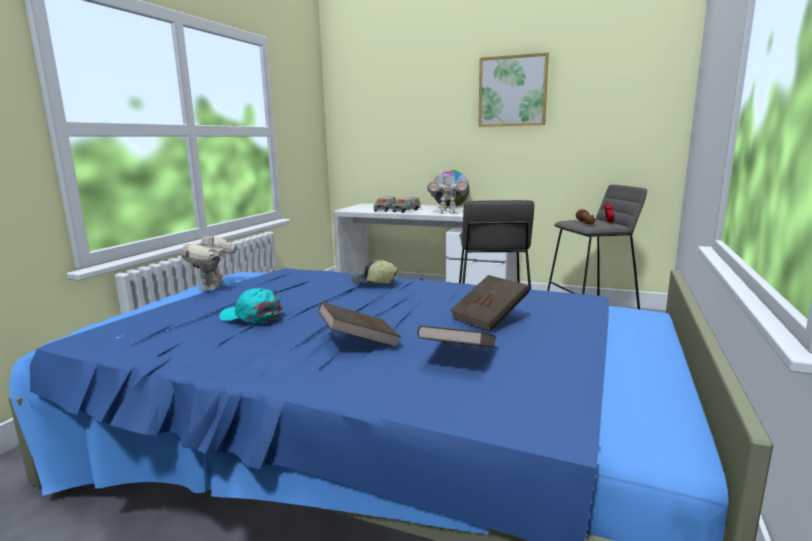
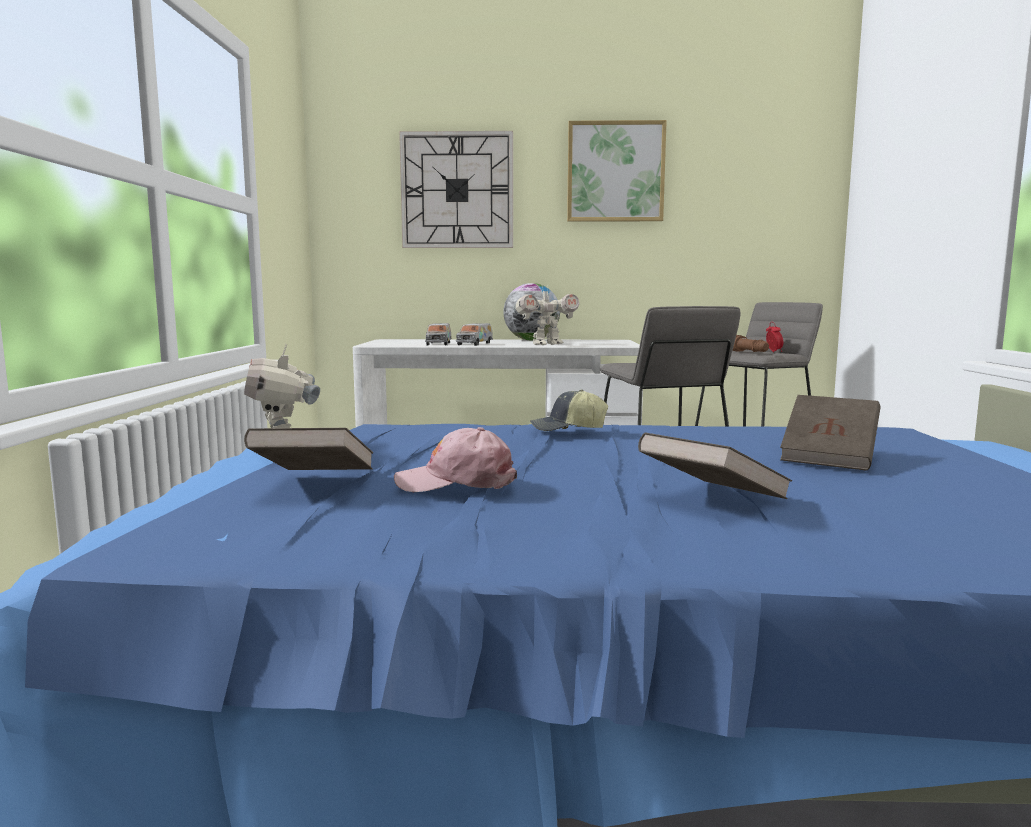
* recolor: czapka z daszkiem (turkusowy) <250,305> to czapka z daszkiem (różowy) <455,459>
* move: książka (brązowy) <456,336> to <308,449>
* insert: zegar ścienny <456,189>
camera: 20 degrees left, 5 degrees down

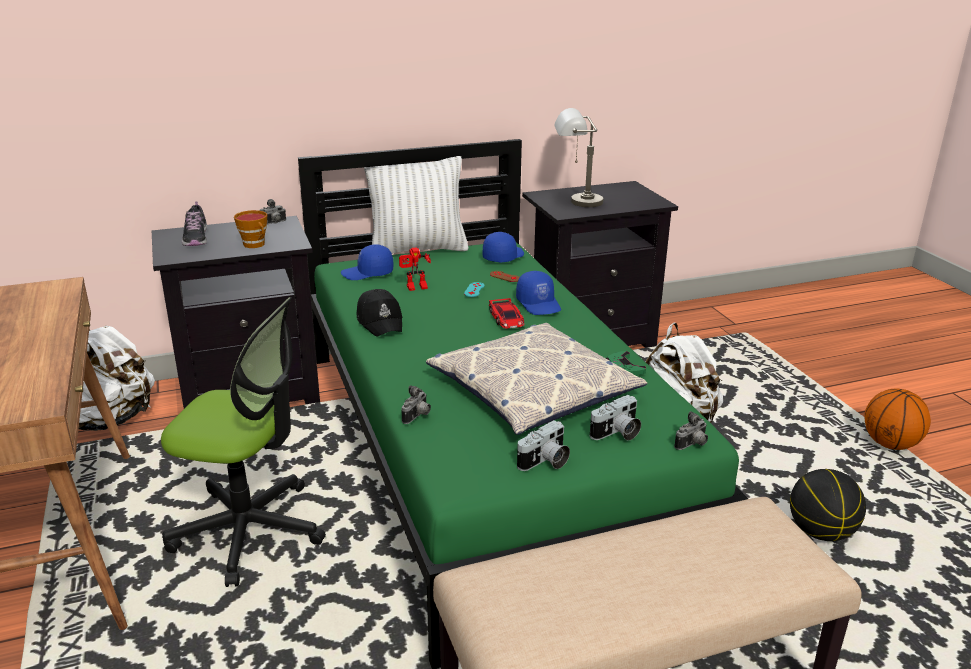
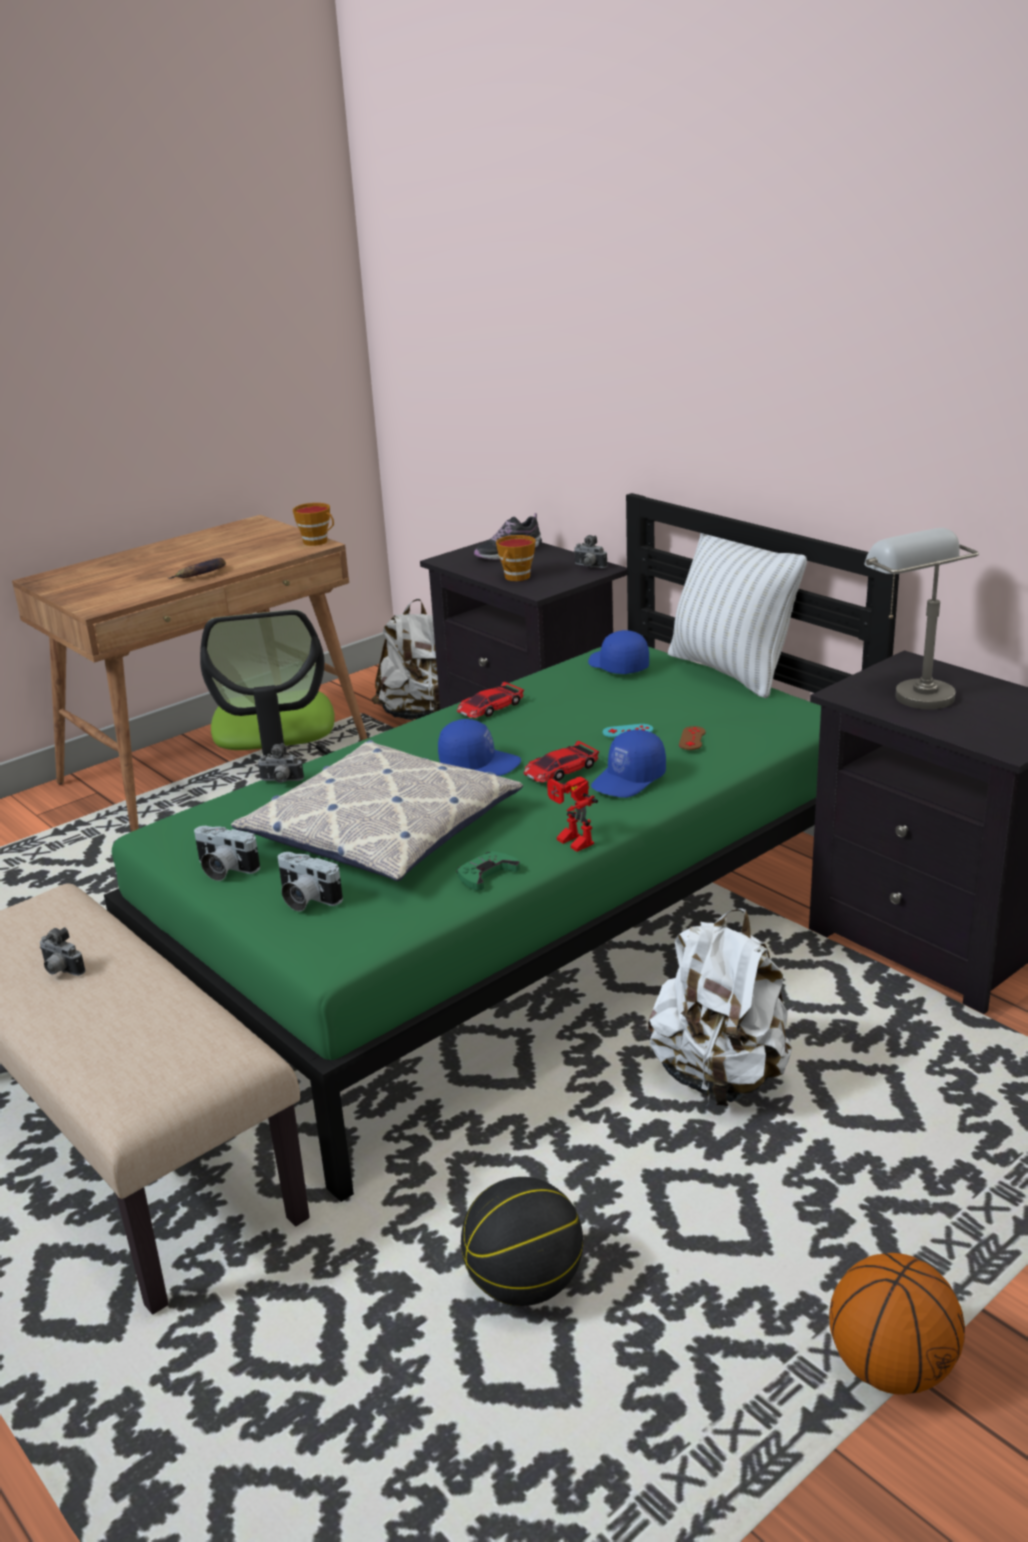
* replace: czapka z daszkiem (czarny) <379,313> to samochodzik <490,700>
* move: robot zabawkowy <415,269> to <572,814>
* move: czapka z daszkiem (niebieski) <503,247> to <479,747>
* move: aparat fotograficzny <691,430> to <63,951>
* insert: banan <196,568>
* insert: filiżanka <313,524>
camera: 70 degrees right, 0 degrees up

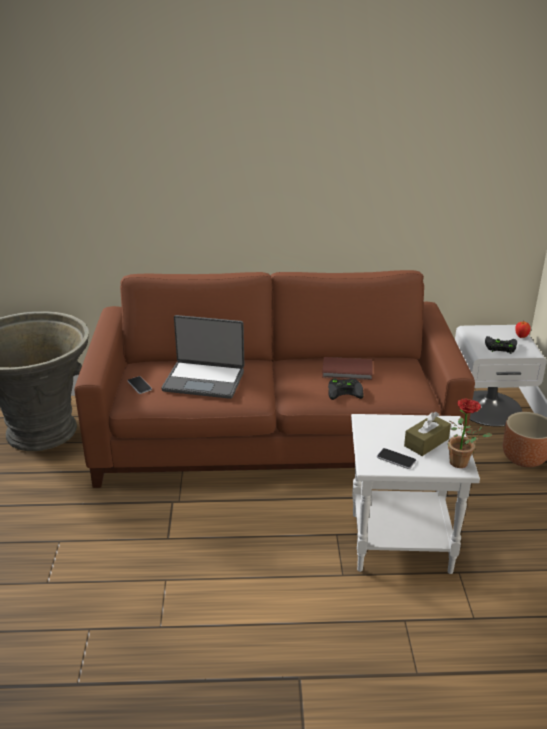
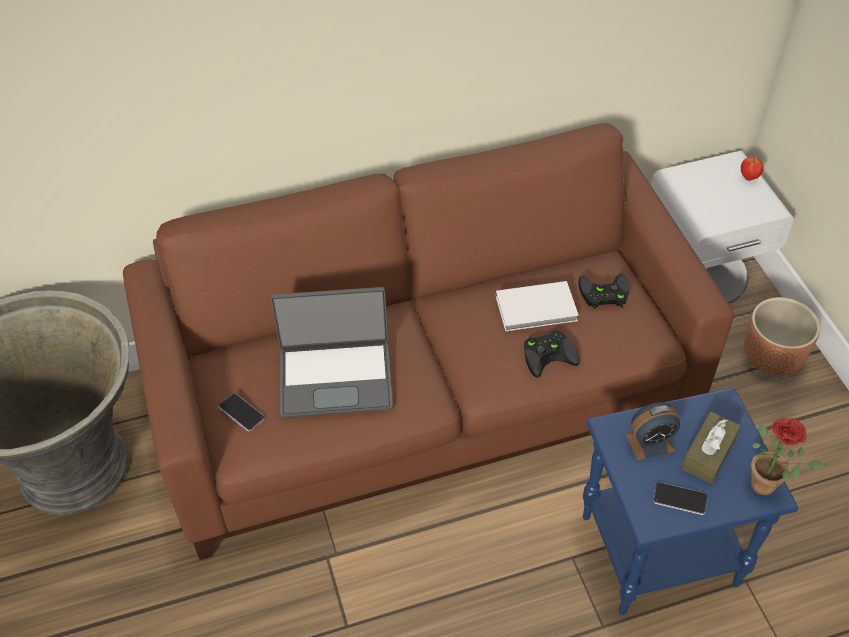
* recolor: książka (brązowy) <347,368> to książka (biały) <537,306>
* recolor: stolik (biały) <415,494> to stolik (niebieski) <690,501>
* move: pad do gier (czarny) <501,345> to <603,291>
* insert: budzik <652,431>
camera: 15 degrees left, 20 degrees up

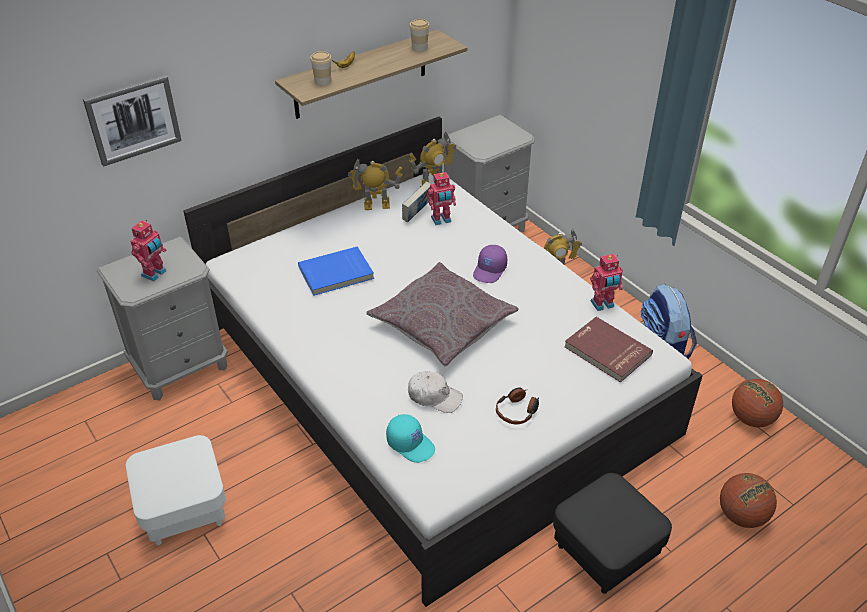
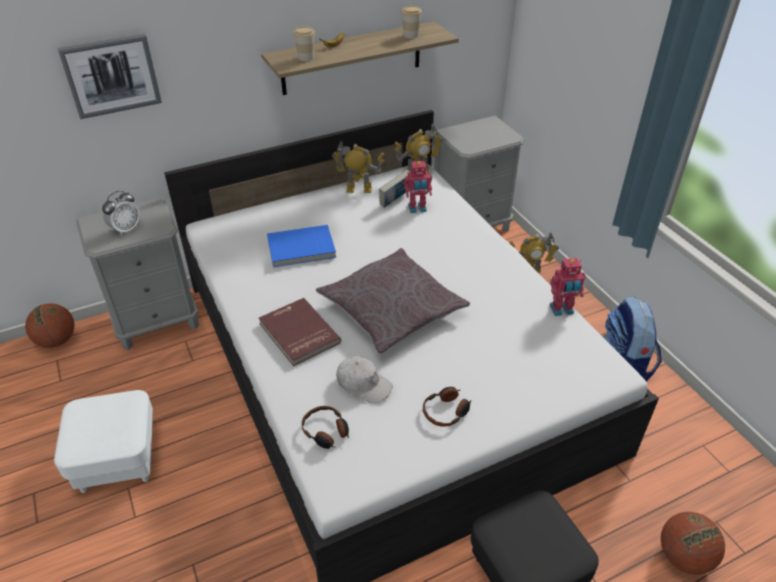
* replace: robot zabawkowy <149,250> to budzik <121,213>
* replace: czapka z daszkiem (turkusowy) <410,438> to słuchawki <325,427>
* delete: czapka z daszkiem (fioletowy) <490,264>
* move: książka (czerwony) <608,349> to <300,332>
* move: piłka do koszykówki <757,403> to <49,326>
camera: 10 degrees right, 0 degrees up

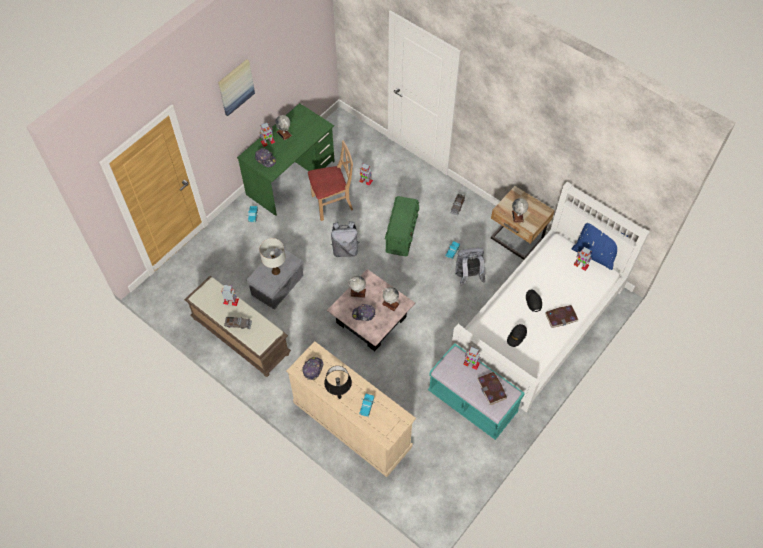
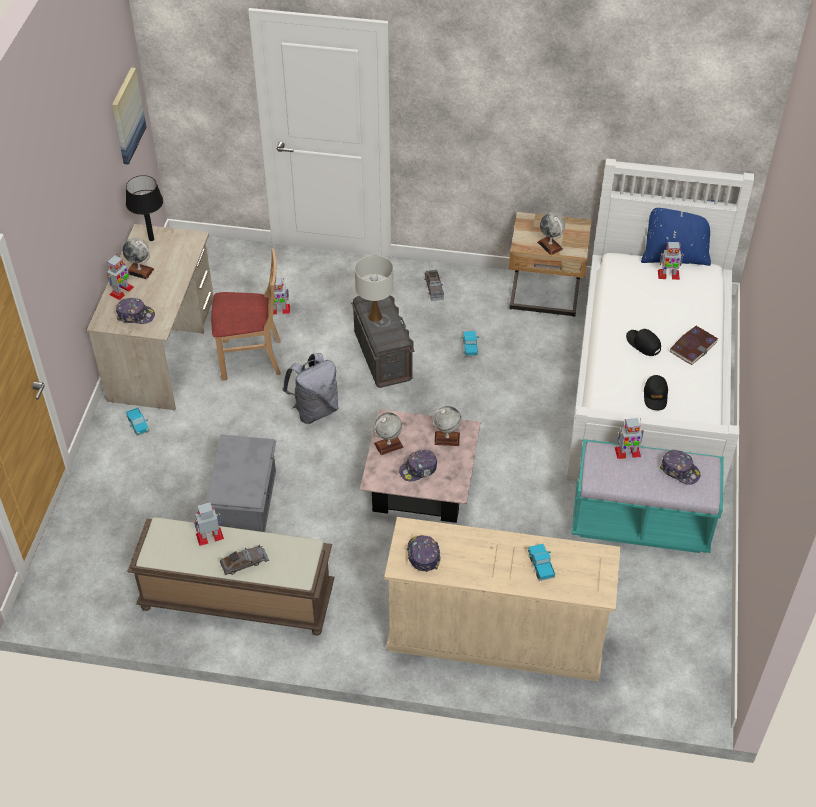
* move: obraz <236,87> to <129,116>
* recolor: biurko (zielony) <286,159> to biurko (beżowy) <150,317>
* move: lampa stołowa (biały) <272,256> to <374,288>
* rotate: krzesło (beżowy) <330,180> = <245,314> 45 degrees clockwise
* move: lampa stołowa (czarny) <338,382> to <144,208>
* recolor: pojemnik do przechowywania (zielony) <402,226> to pojemnik do przechowywania (szary) <382,342>
* delete: plecak (szary) <470,267>
* replace: książka <492,388> to czapka z daszkiem <680,467>
camera: 30 degrees left, 10 degrees down

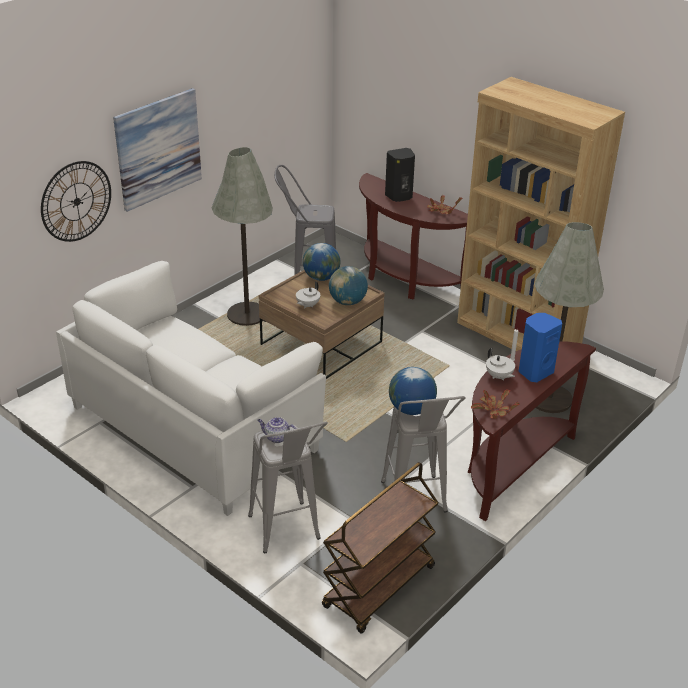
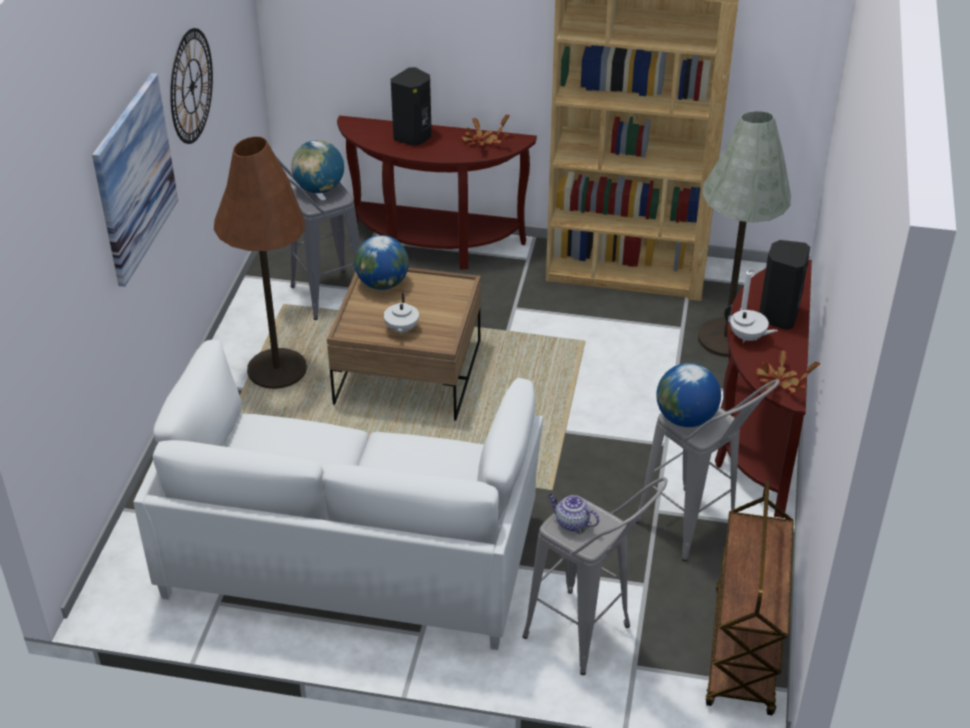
* move: zegar ścienny <76,201> to <191,86>
* recolor: lampa stojąca (szary) <242,236> to lampa stojąca (brązowy) <260,262>
* rotate: imbryk <276,430> = <573,512> 45 degrees clockwise
* move: globus <348,285> to <317,166>
* recolor: głośnik (niebieski) <540,347> to głośnik (czarny) <784,285>
camera: 30 degrees left, 5 degrees up

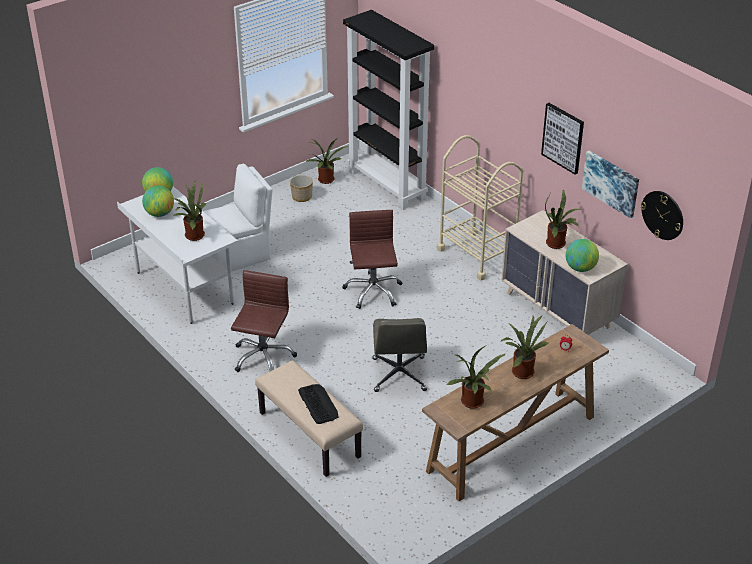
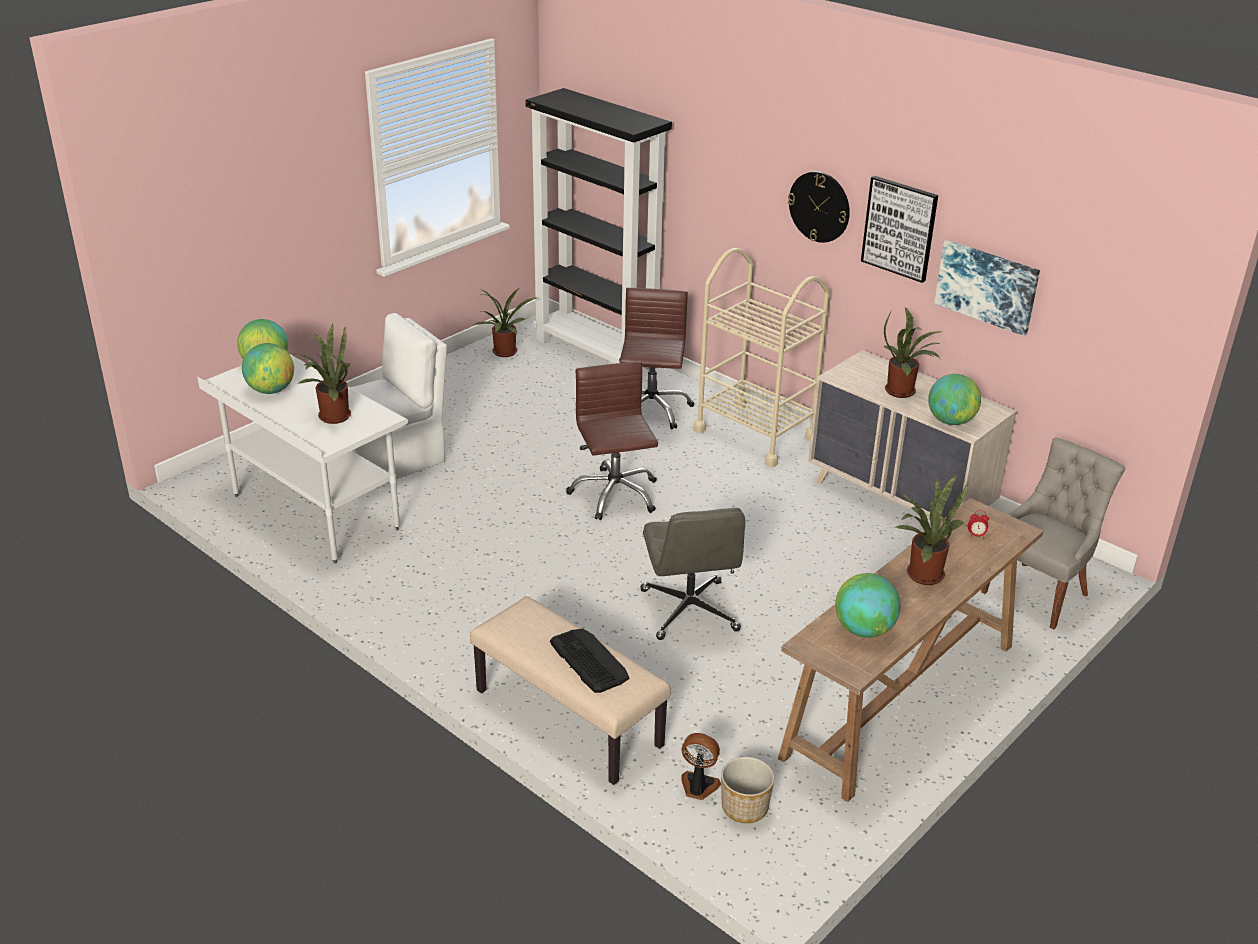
* move: krzesło biurowe (brązowy) <264,321> to <656,358>
* move: donica <301,188> to <748,790>
* replace: roślina doniczkowa <475,377> to globus <868,605>
* move: zegar ścienny <662,215> to <819,207>
* insert: wentylator <701,766>
* insert: krzesło (szary) <1053,533>
camera: 10 degrees left, 5 degrees down

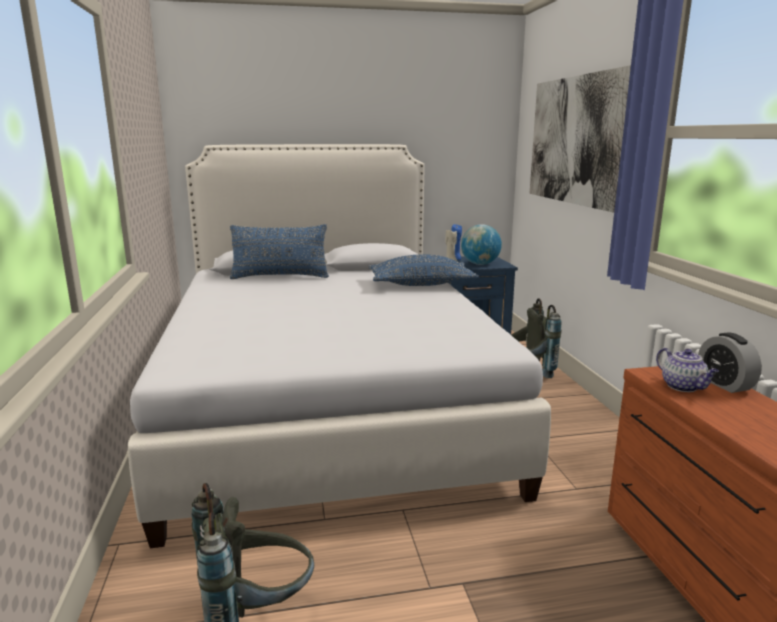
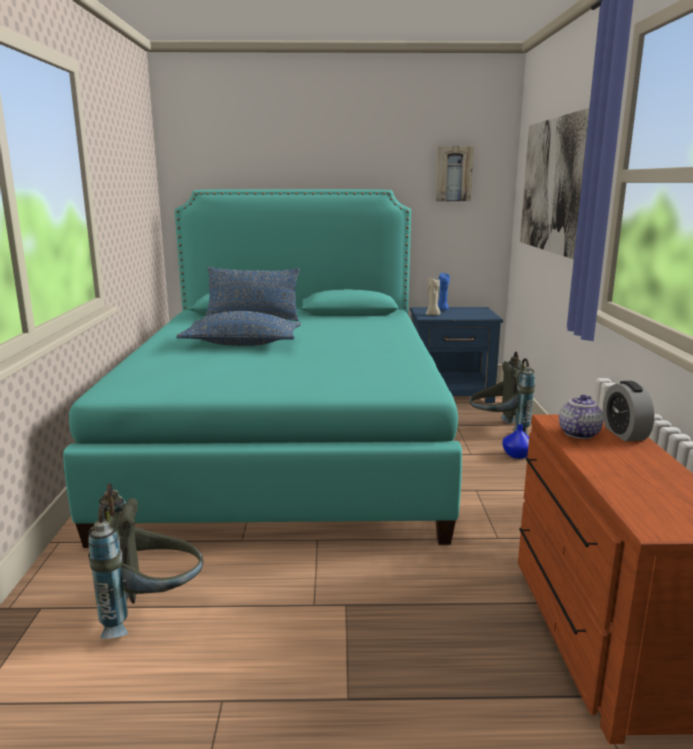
* recolor: łóżko (biały) <339,346> to łóżko (turkusowy) <262,368>
* move: poduszka (niebieski) <424,270> to <238,328>
* delete: globus <481,244>
* rotate: imbryk <687,370> = <581,417> 135 degrees counterclockwise
* insert: obraz <454,173>
* insert: wazon (niebieski) <516,441>
camera: 10 degrees right, 0 degrees up

